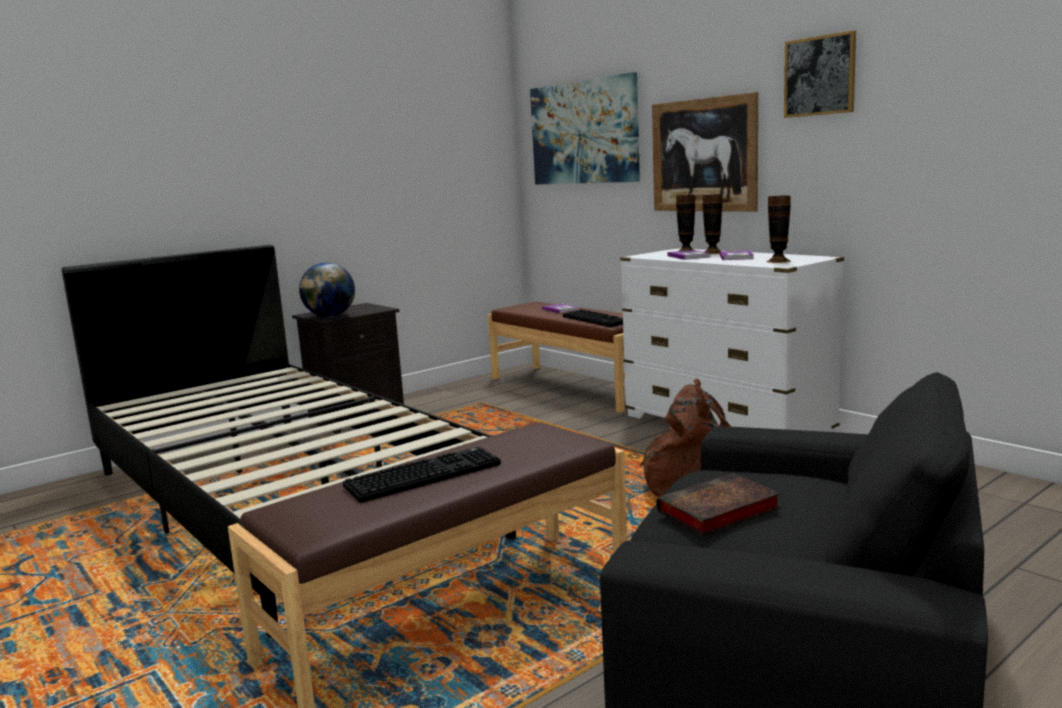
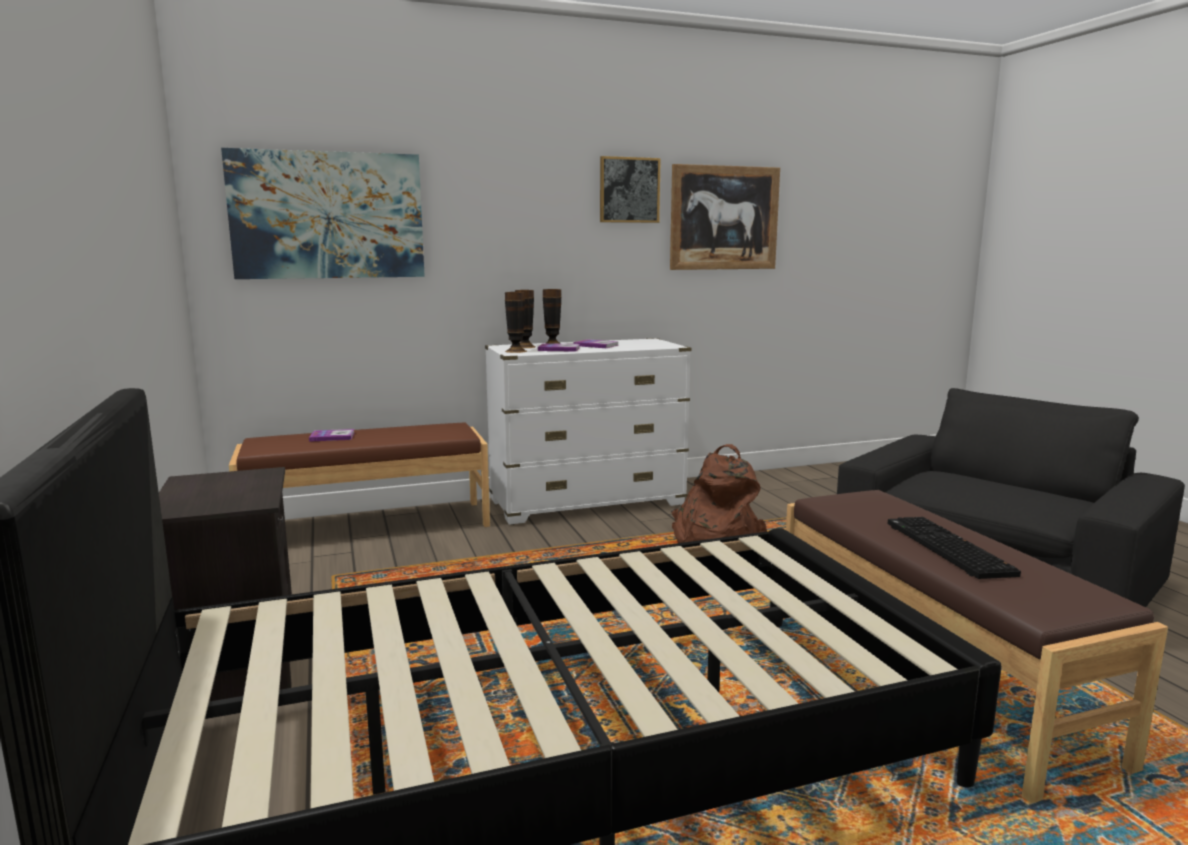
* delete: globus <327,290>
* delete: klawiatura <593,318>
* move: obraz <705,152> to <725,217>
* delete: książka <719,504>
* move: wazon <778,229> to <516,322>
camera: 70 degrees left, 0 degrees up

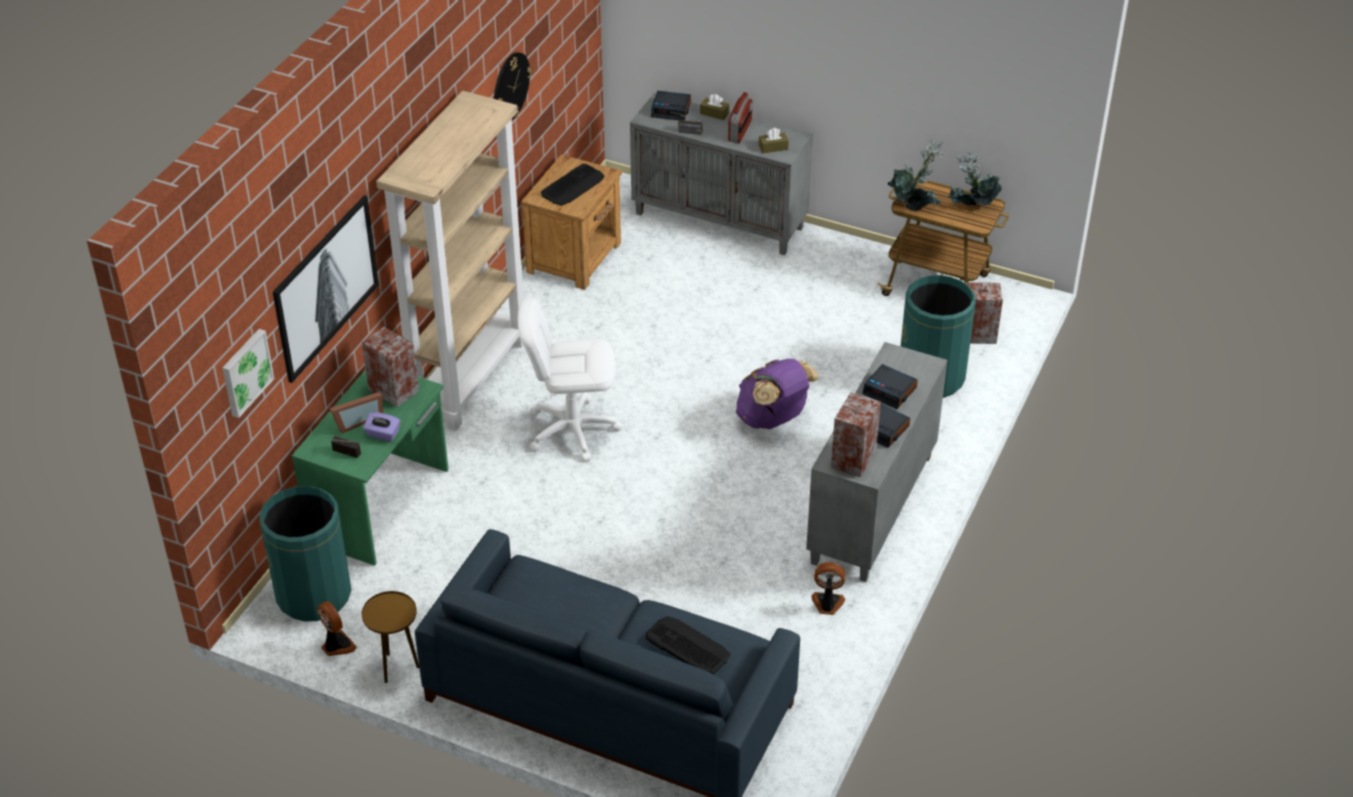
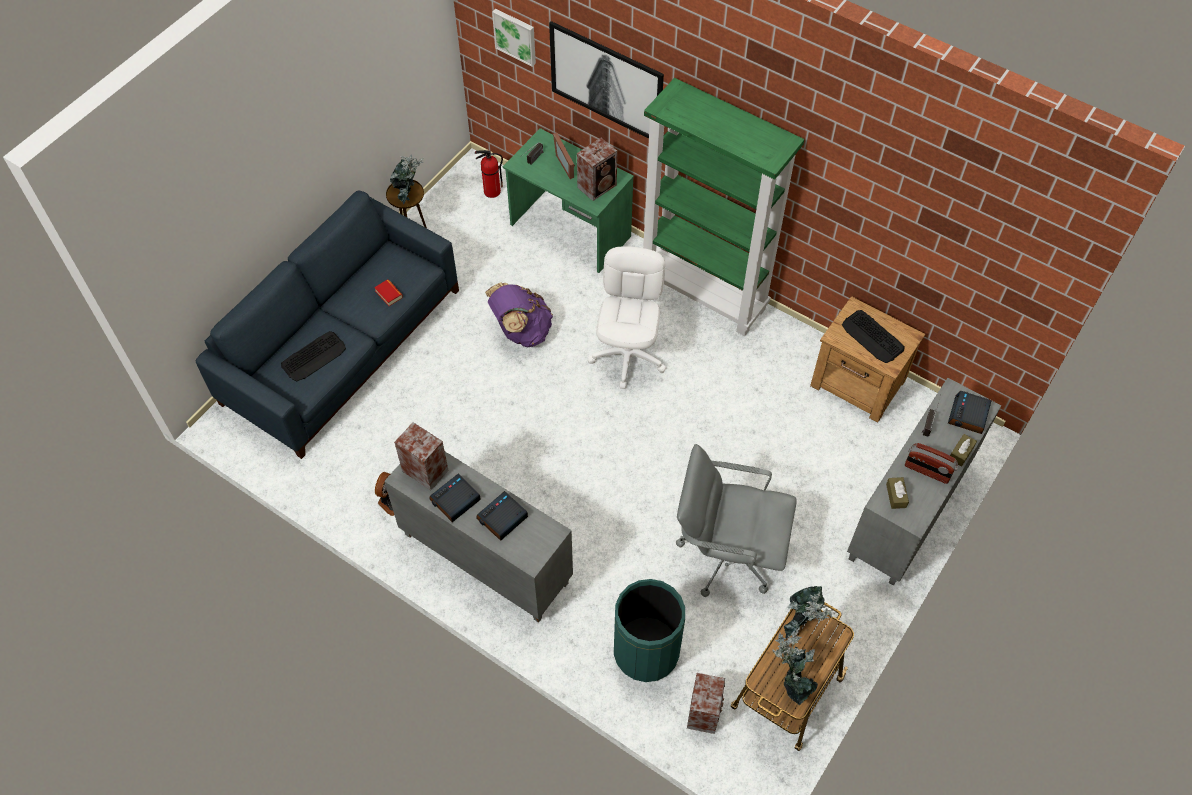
* replace: kosz na śmieci (zielony) <305,553> to gaśnica <489,174>
* delete: wentylator <337,628>
* delete: pudełko chusteczek (fioletowy) <381,427>
* recolor: regał (beżowy) <450,261> to regał (zielony) <723,207>
* delete: zegar ścienny <513,86>
* move: plecak (fioletowy) <778,394> to <519,314>
* insert: książka <388,293>
* insert: roślina doniczkowa <407,179>
* insert: krzesło biurowe (szary) <736,520>
camera: 100 degrees right, 15 degrees up

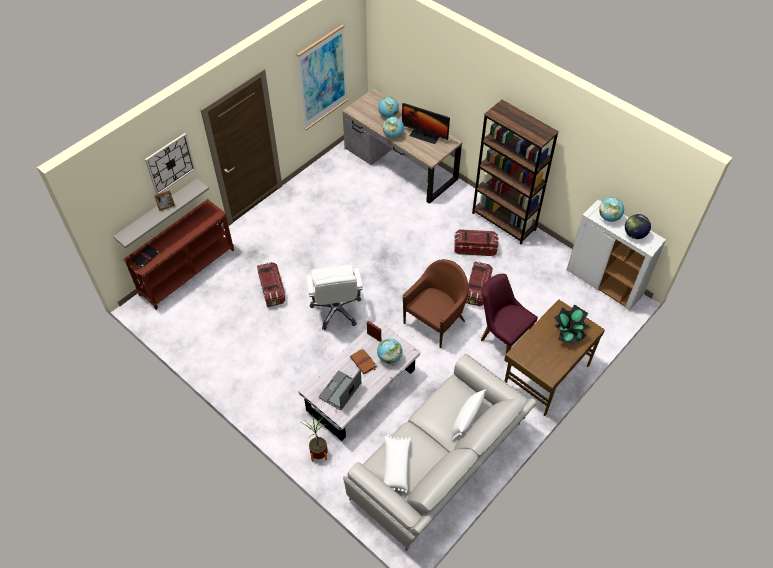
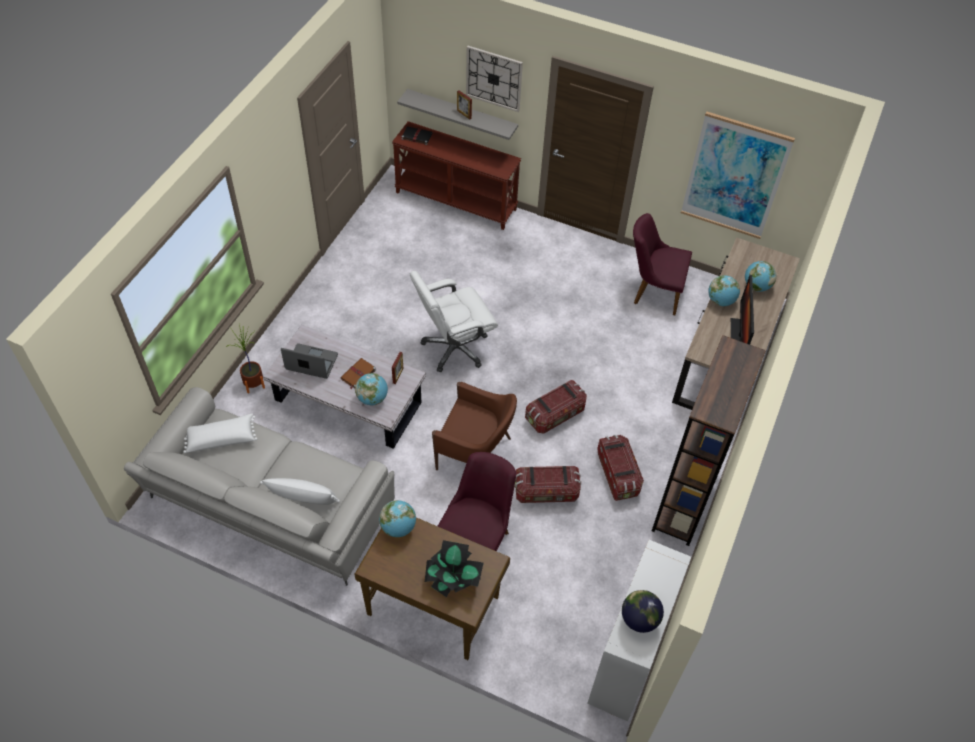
* move: pojemnik do przechowywania <271,284> to <556,407>
* move: globus <611,209> to <397,518>
* insert: krzesło (fioletowy) <662,264>
camera: 70 degrees right, 0 degrees up

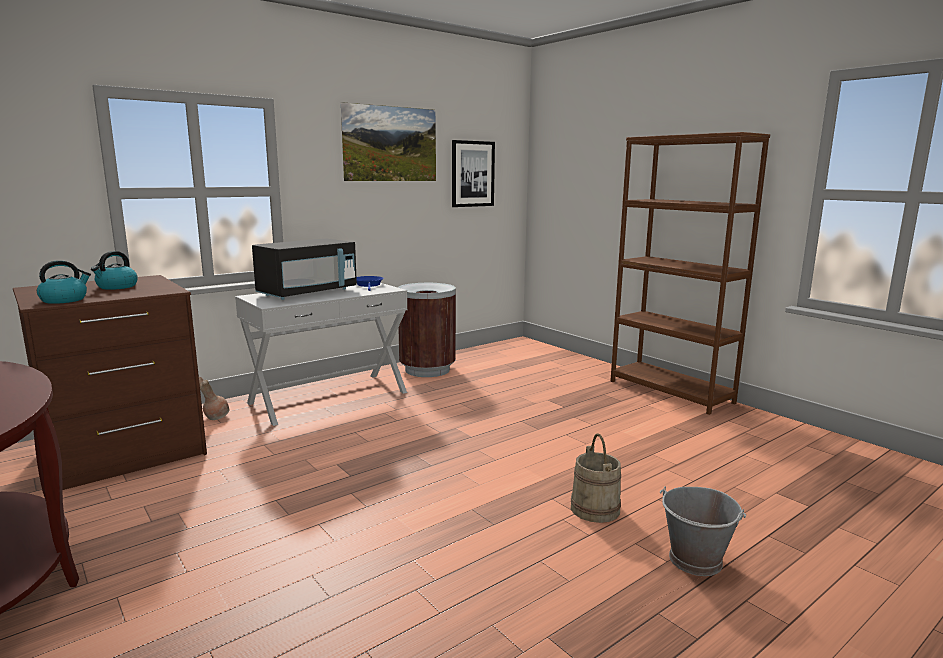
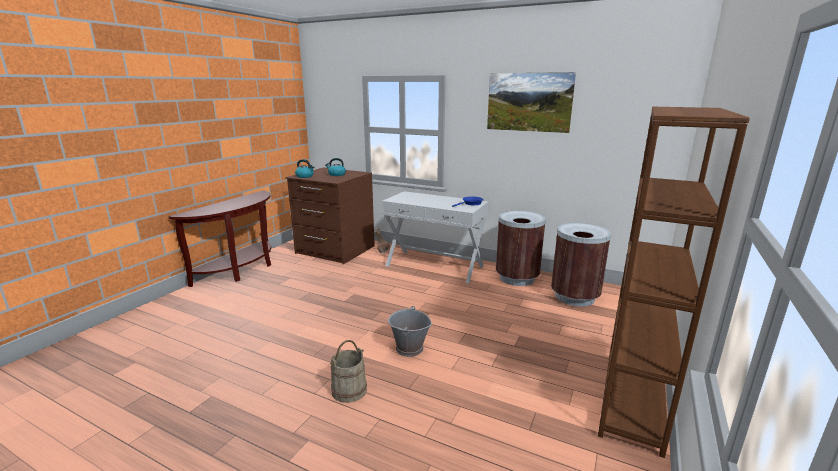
* delete: mikrofalówka (czarny) <304,269>
* delete: obraz <473,173>
* move: wiadro (szary) <703,531> to <410,331>
* insert: kosz na śmieci (brązowy) <581,264>
camera: 65 degrees right, 5 degrees up

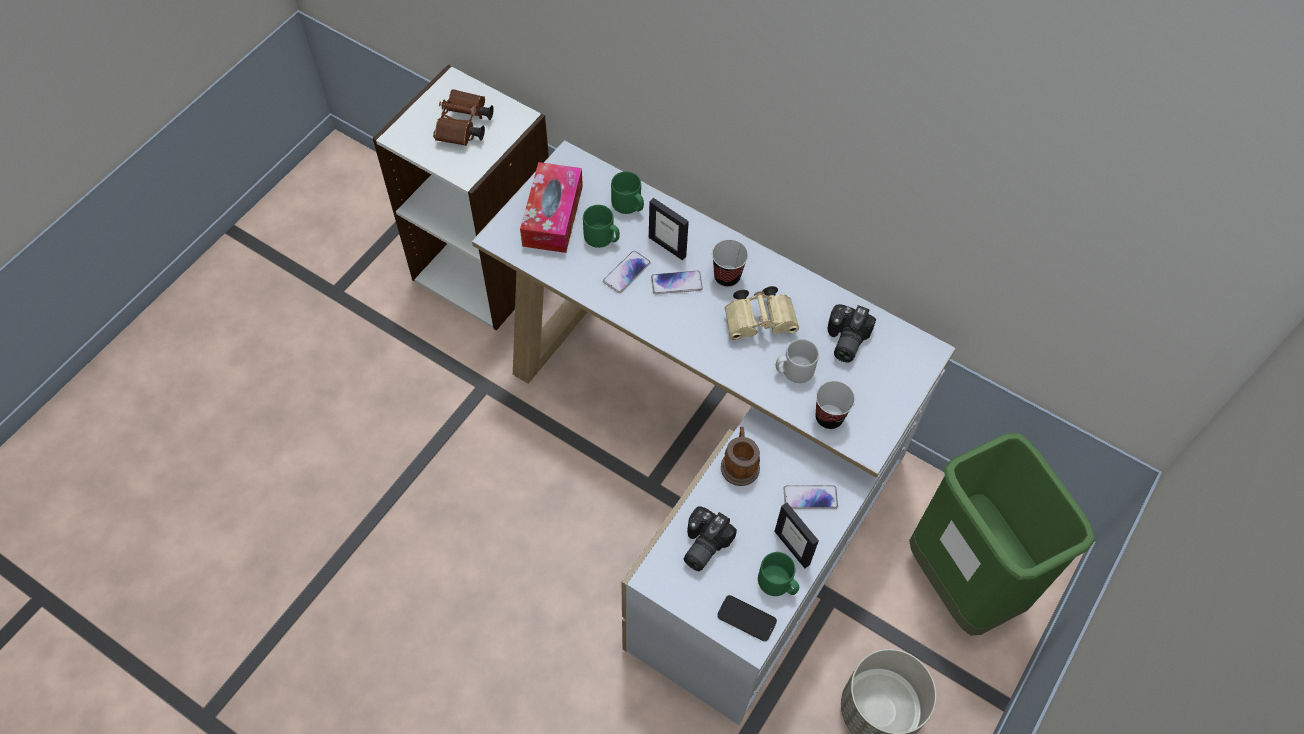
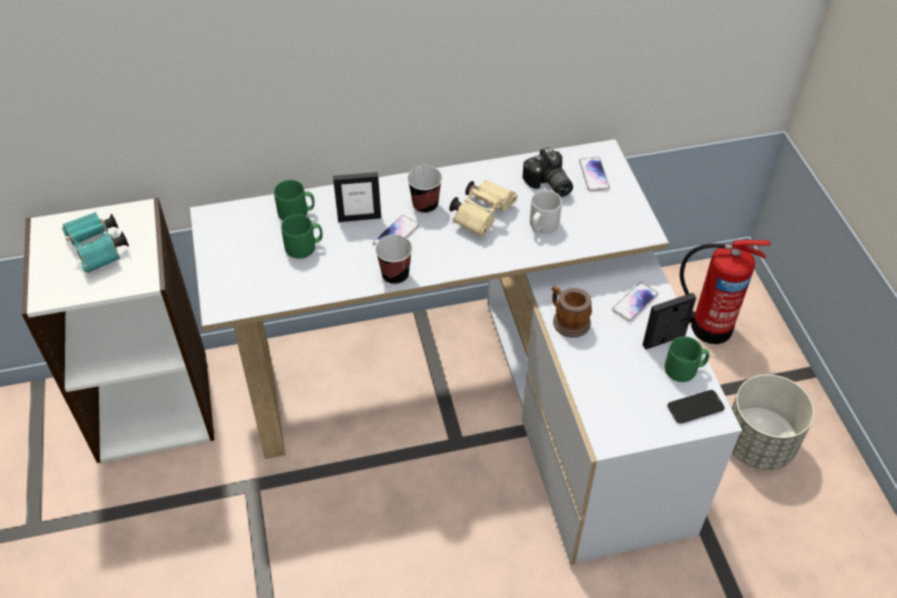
* recolor: lornetka (brązowy) <463,117> to lornetka (turkusowy) <95,242>
* delete: pudełko chusteczek <551,207>
* move: telefon <627,272> to <594,174>
* delete: aparat fotograficzny <710,538>
* rotate: ramka na zdjęcie <796,535> = <669,321> 150 degrees clockwise
* move: filiżanka <835,405> to <394,260>
* replace: kosz na śmieci (zielony) <1002,534> to gaśnica <725,292>
camera: 45 degrees left, 10 degrees down

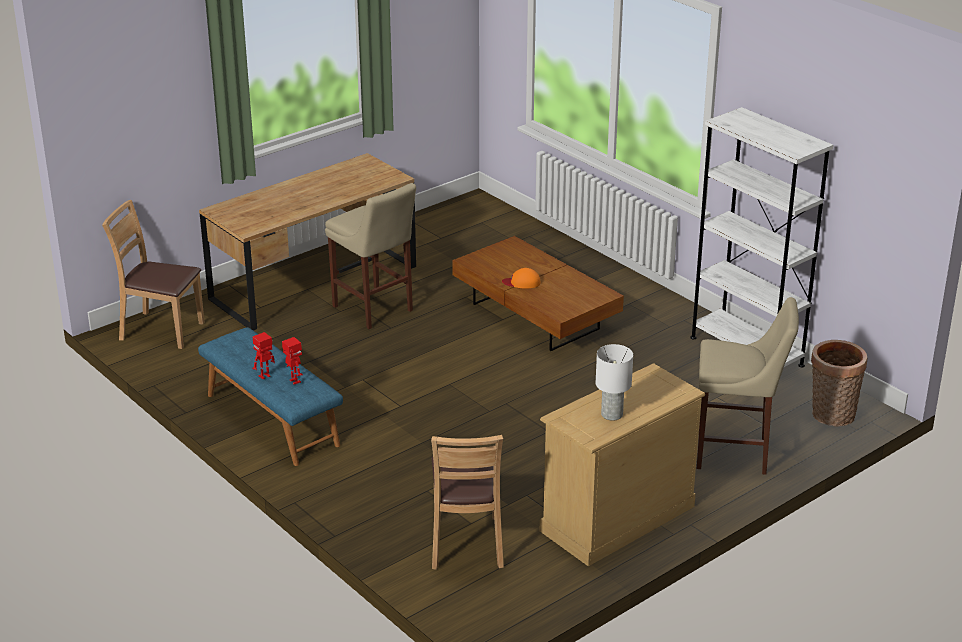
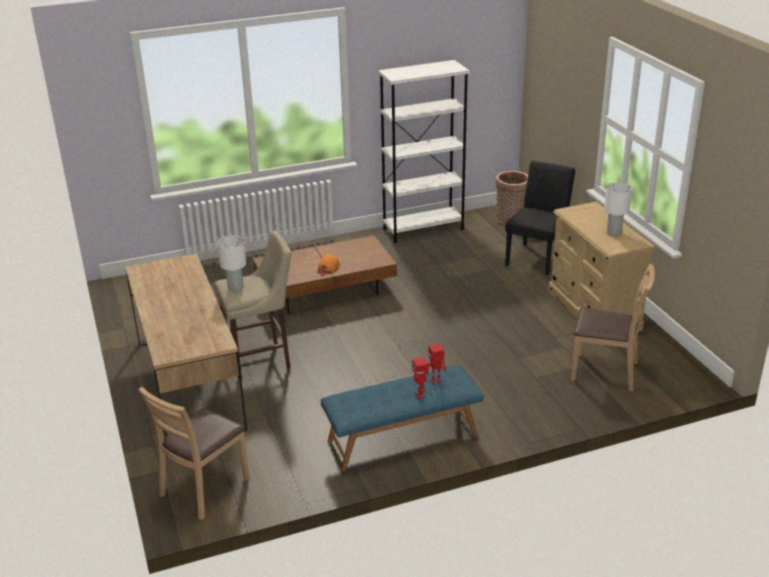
* replace: stołek (beżowy) <748,386> to krzesło (czarny) <540,218>
* insert: lampa stołowa (biały) <231,263>
camera: 70 degrees left, 0 degrees up

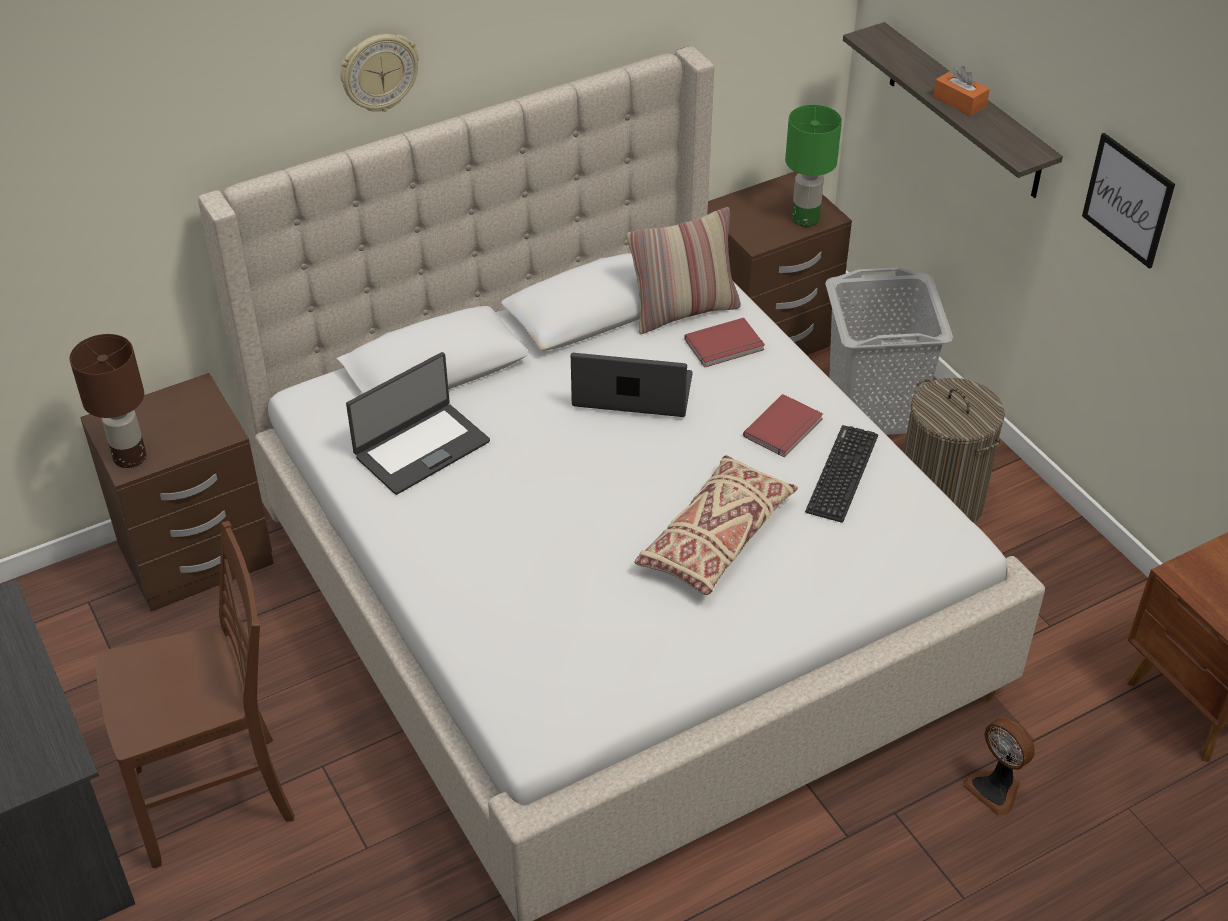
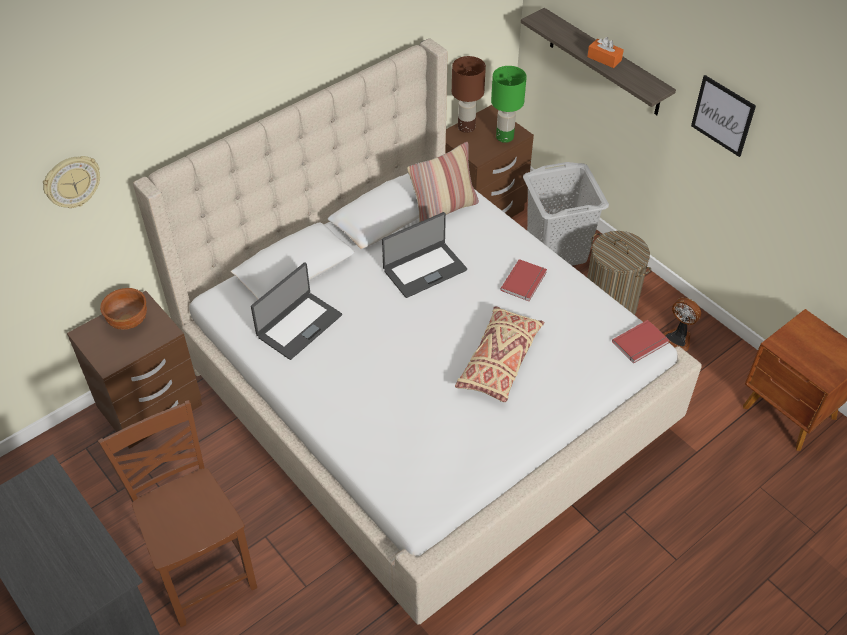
* move: lampa stołowa (brązowy) <107,401> to <469,94>
* rotate: krzesło (brązowy) <195,694> = <177,513> 90 degrees counterclockwise
* move: zegar ścienny <379,73> to <71,182>
* rotate: laptop <632,385> = <424,255> 150 degrees clockwise
* move: książka (czerwony) <724,342> to <640,341>
* delete: klawiatura <841,474>
* move: wentylator <998,766> to <682,324>
* insert: miska (brązowy) <123,309>
camera: 10 degrees left, 5 degrees up

